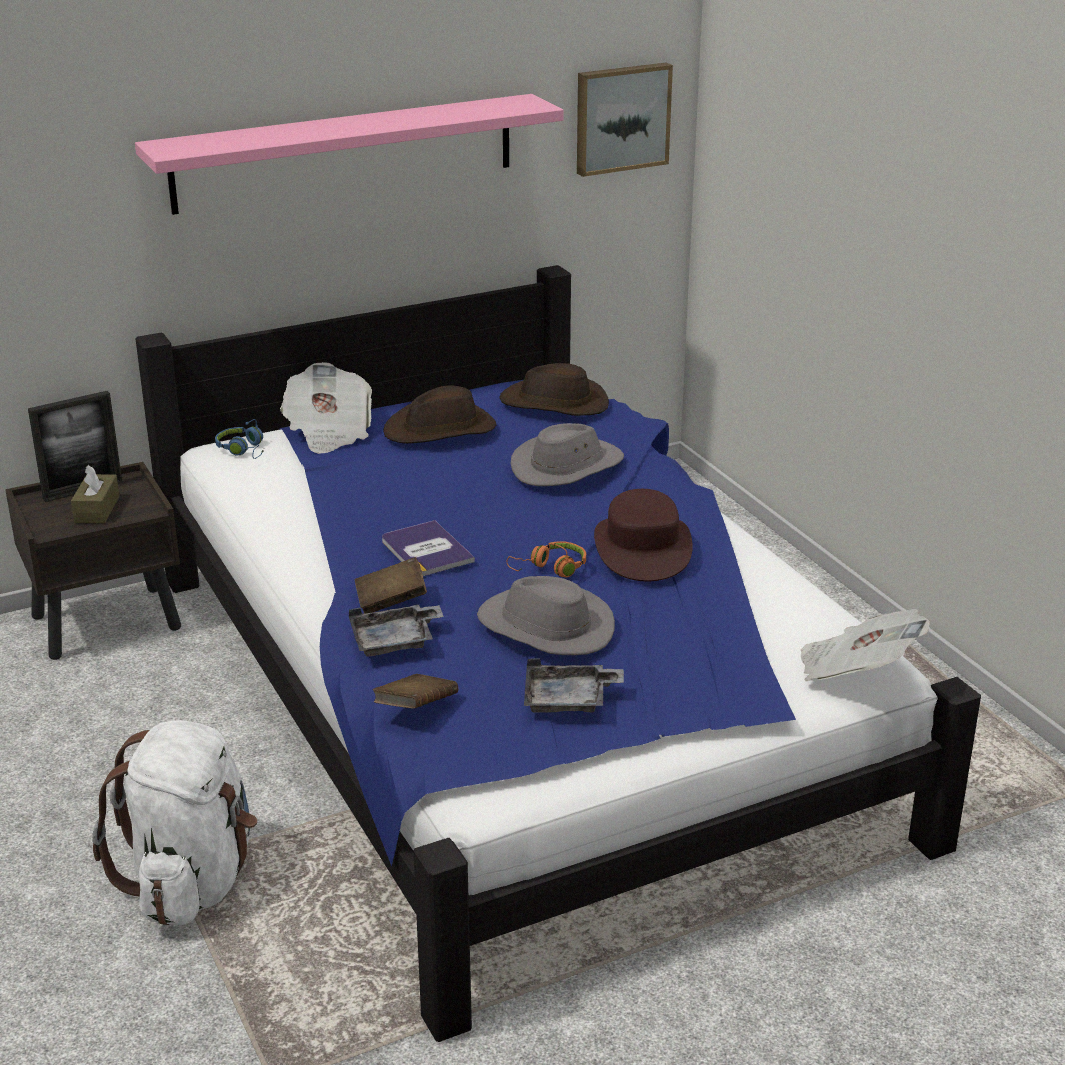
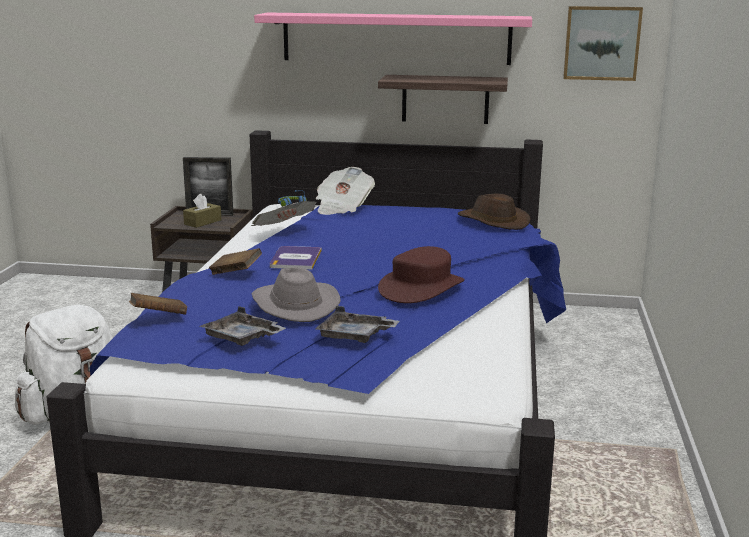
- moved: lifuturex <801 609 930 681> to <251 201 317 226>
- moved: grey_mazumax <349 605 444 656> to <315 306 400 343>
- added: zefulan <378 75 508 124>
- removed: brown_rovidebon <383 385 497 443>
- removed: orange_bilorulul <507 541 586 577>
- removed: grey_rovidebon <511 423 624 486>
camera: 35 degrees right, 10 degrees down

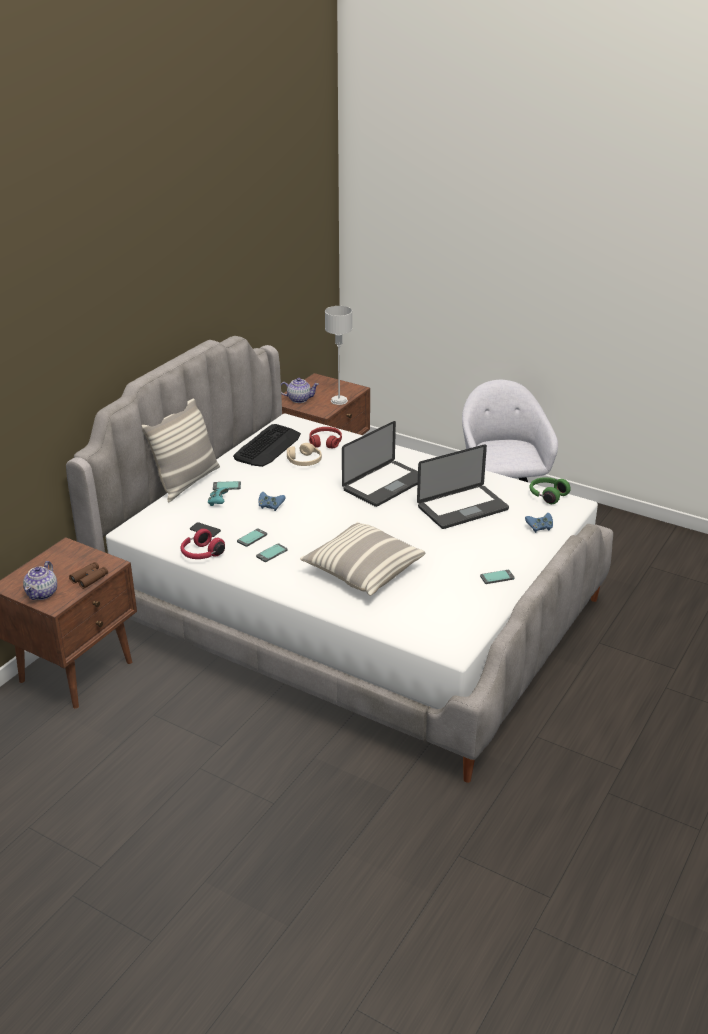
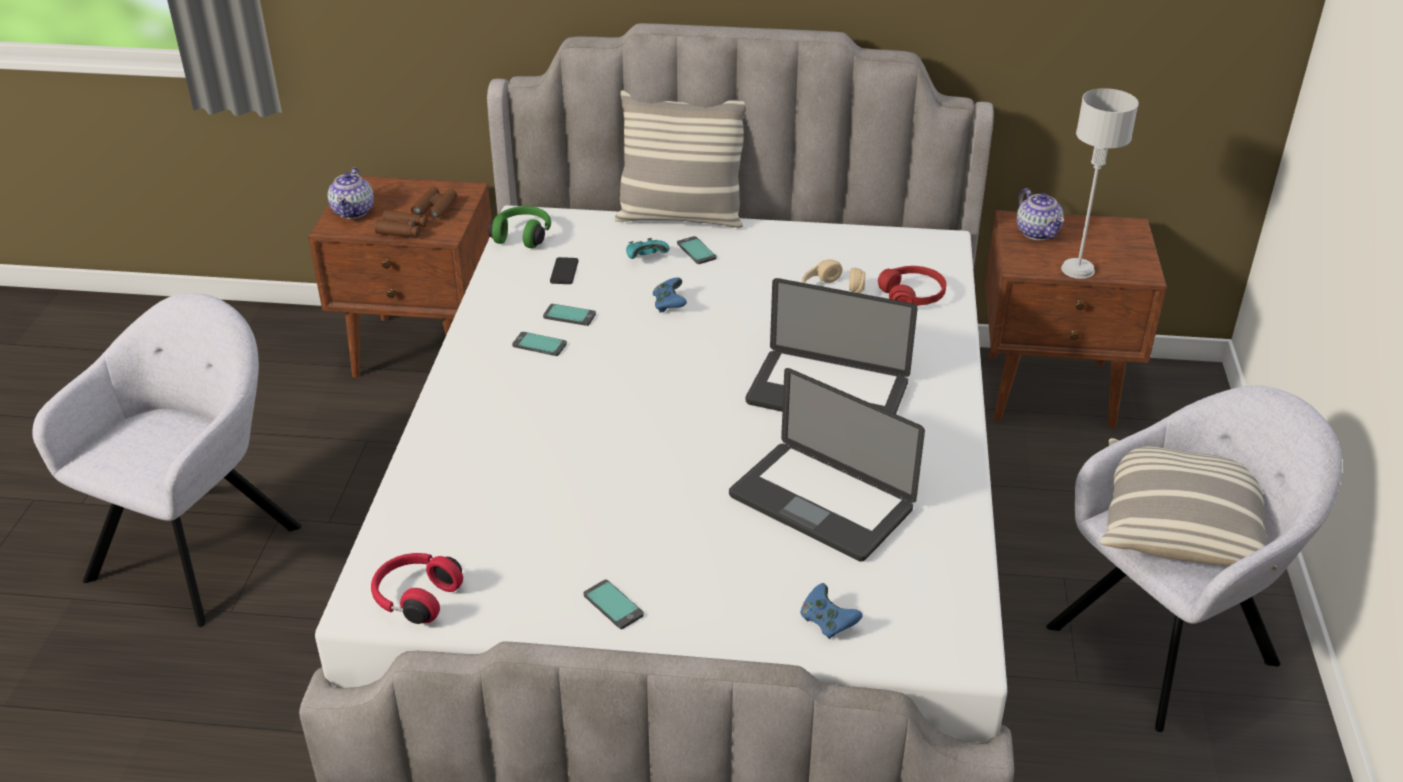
- added: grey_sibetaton <32 293 302 627>
- turned: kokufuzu <23 561 57 600> = <328 167 374 219> 75 degrees counterclockwise
- moved: red_bilorulul <180 529 225 559> to <371 553 463 624>
- added: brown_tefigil <411 187 457 220>
- moved: green_bilorulul <529 477 571 504> to <488 206 551 248>
- moved: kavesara <300 522 425 596> to <1100 438 1277 572>
- removed: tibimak <233 424 301 467>
camera: 65 degrees right, 5 degrees up

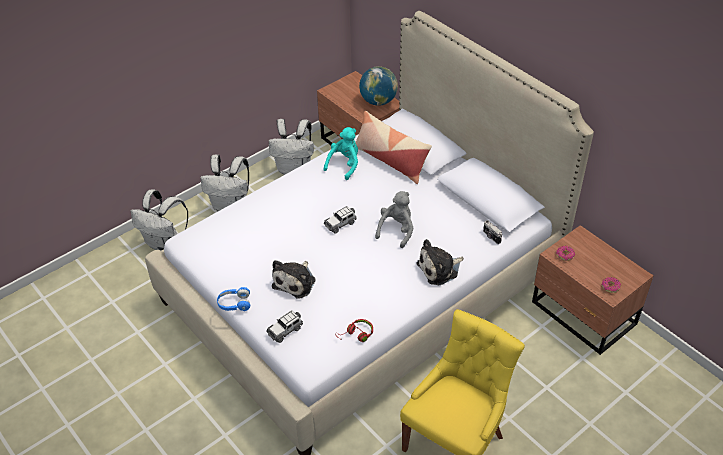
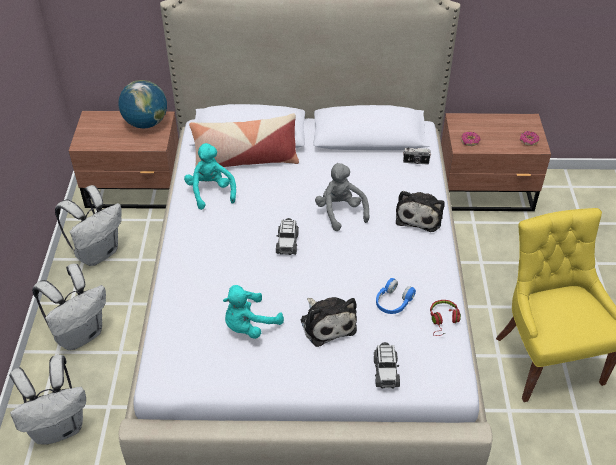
- added: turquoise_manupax <223 285 284 339>
- moved: blue_bilorulul <217 287 250 311> to <376 278 416 314>
camera: 50 degrees left, 0 degrees up

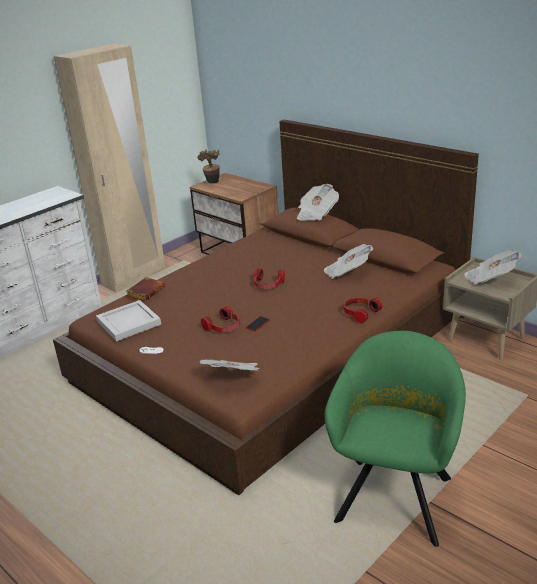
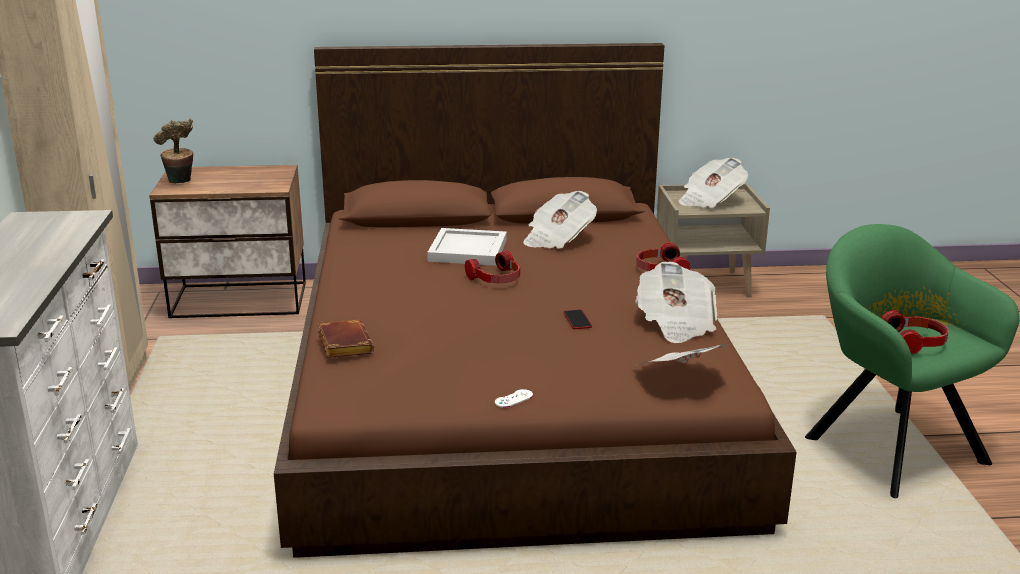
- moved: white_mazumax <96 300 161 341> to <427 228 507 266>
- moved: lifuturex <297 184 339 221> to <636 261 717 343>
- moved: bilorulul <201 306 240 333> to <882 309 949 355>
camera: 50 degrees left, 5 degrees down

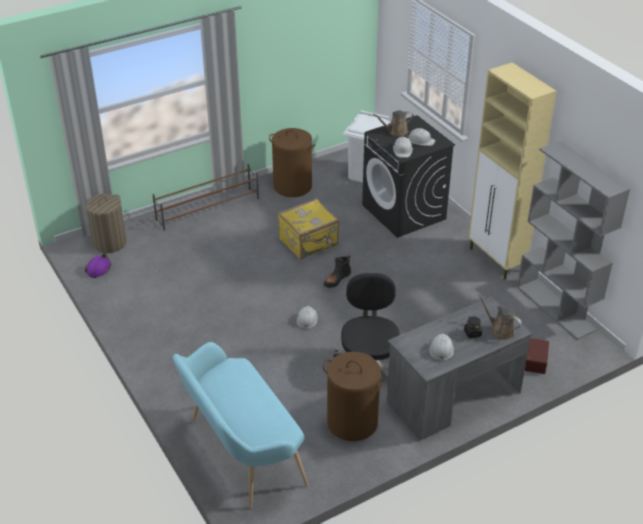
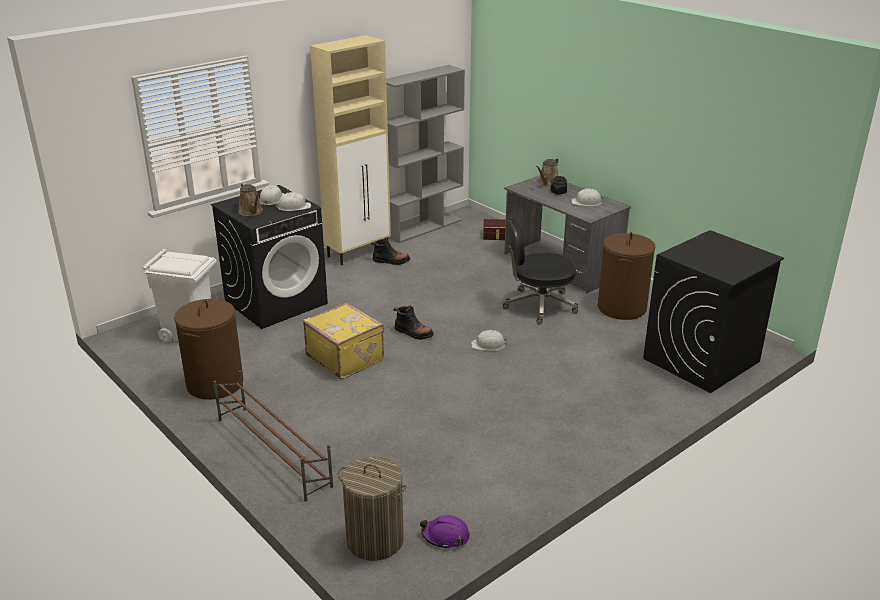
- added: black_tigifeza <371 238 410 265>
- replaced: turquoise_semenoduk <173 342 308 508> to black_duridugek <643 230 784 393>
camera: 100 degrees left, 10 degrees down

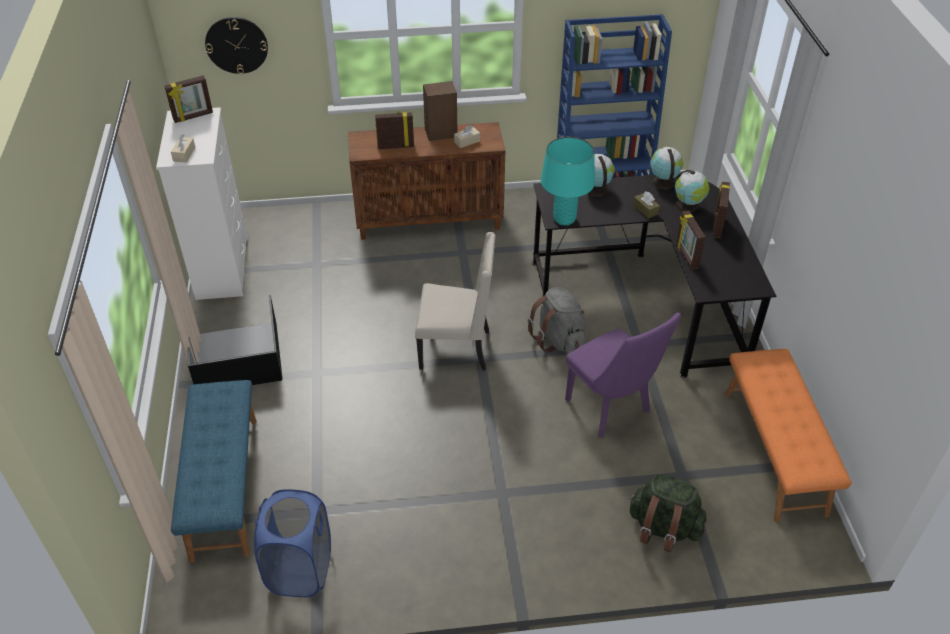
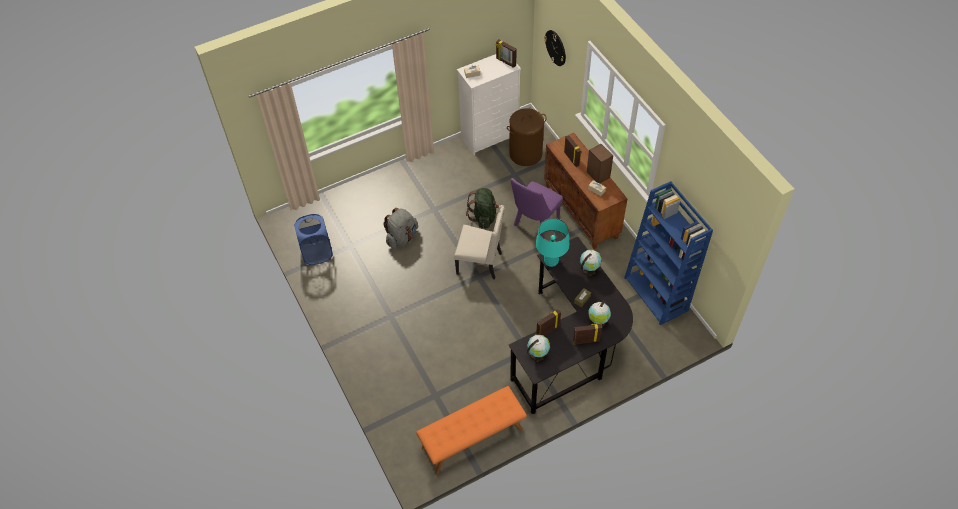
- moved: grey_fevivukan <528 287 585 355> to <383 208 418 248>
- turned: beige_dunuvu <415 232 496 371> = <454 205 505 279> 60 degrees counterclockwise
- moved: green_fevivukan <629 474 706 552> to <466 188 499 229>
- added: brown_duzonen <507 108 547 166>
- moved: purple_dunuvu <565 312 681 438> to <511 178 563 238>
- moved: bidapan <650 147 683 190> to <527 335 550 362>
- removed: blue_semenoduk <171 380 257 563>
- removed: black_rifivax <188 294 283 385>
camera: 70 degrees right, 10 degrees up

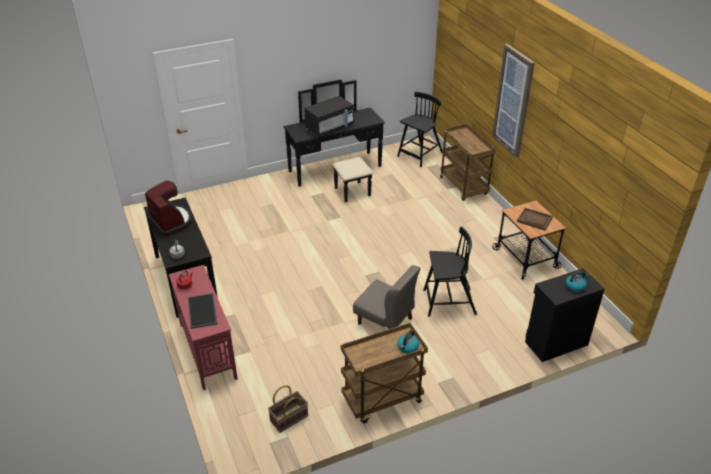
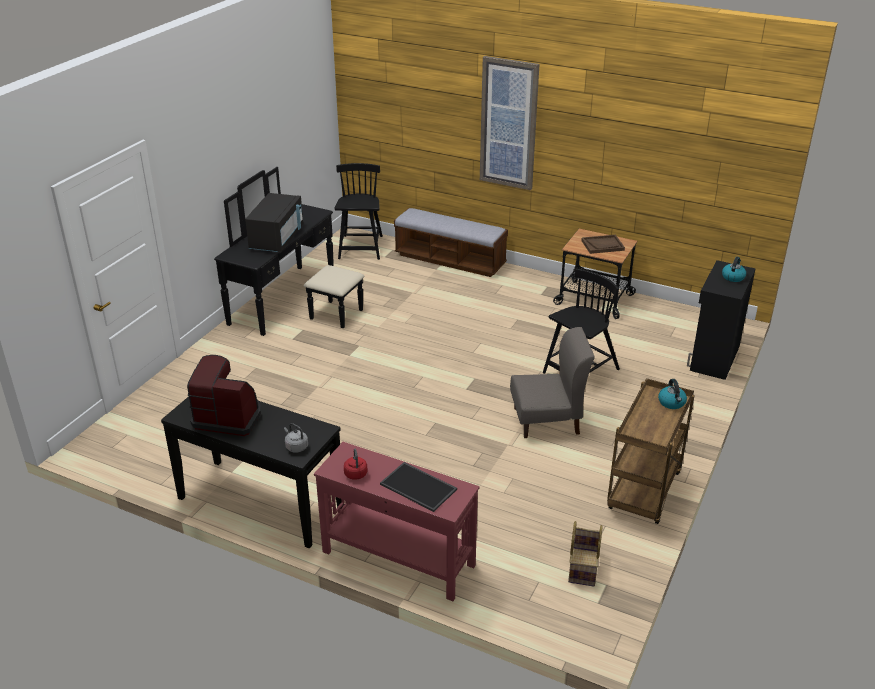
- replaced: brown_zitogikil <440 124 496 201> to semenoduk <394 208 508 277>
camera: 40 degrees left, 5 degrees down

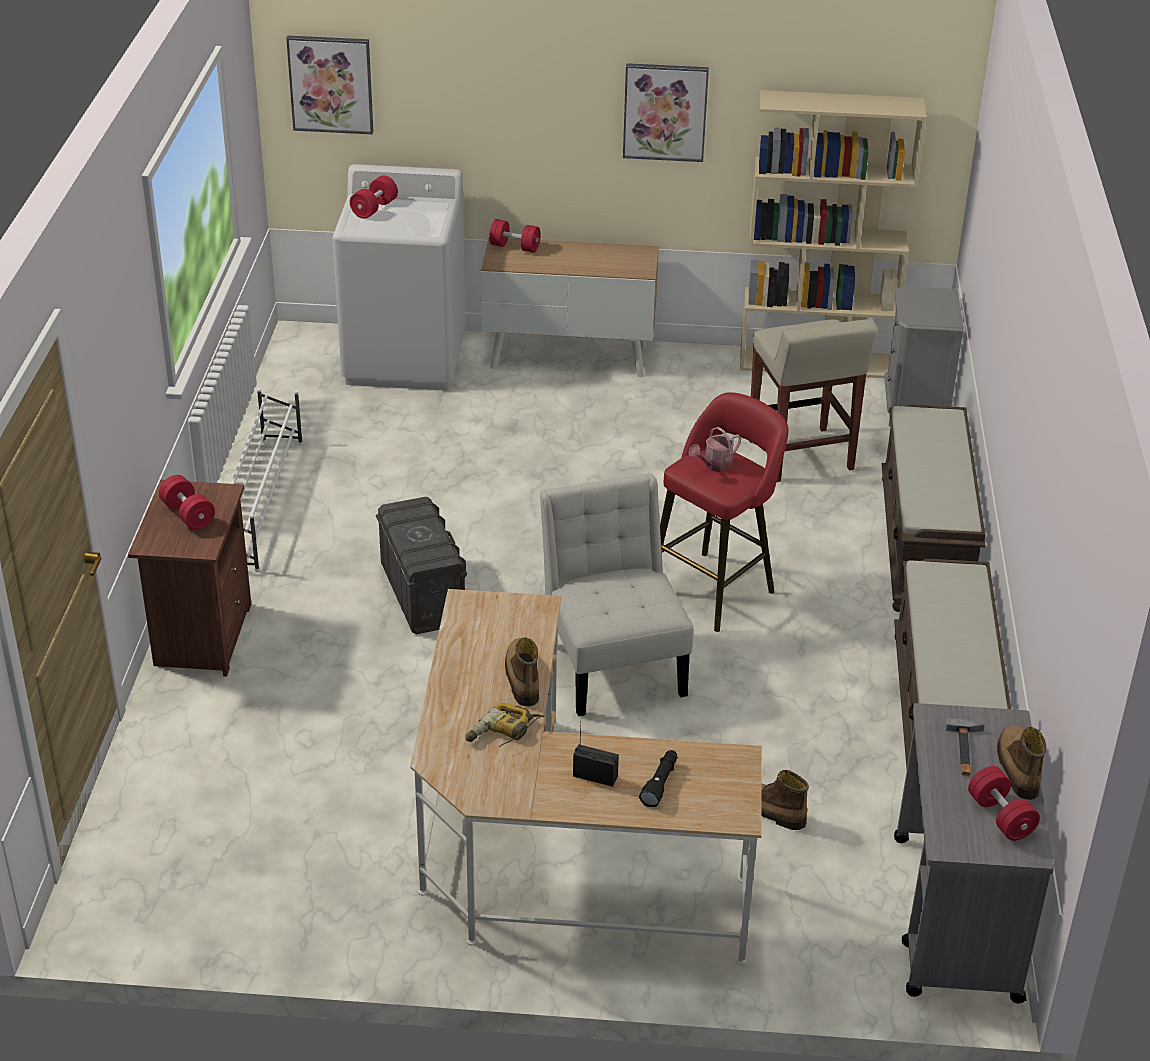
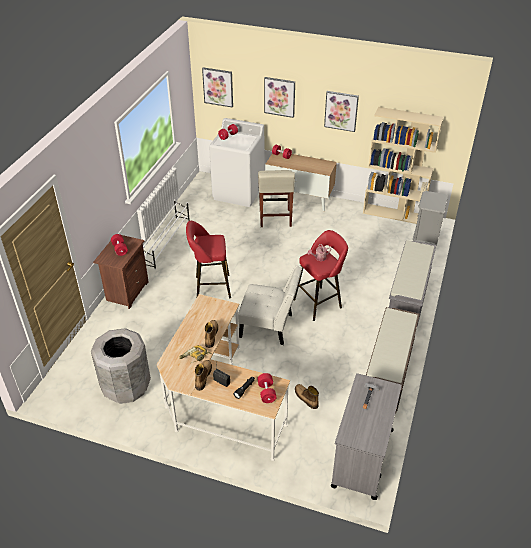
- added: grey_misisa <91 328 151 404>
- replaced: grey_rifivax <376 496 467 634> to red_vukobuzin <186 221 231 299>
- moved: tigifeza <997 725 1046 800> to <195 360 212 391>
- turned: white_dunuvu <540 473 693 717> = <238 265 302 345> 105 degrees clockwise
- moved: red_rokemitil <968 766 1040 841> to <257 373 277 403>
- moved: beige_vukobuzin <749 319 878 482> to <258 170 295 227>
- added: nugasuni <264 77 295 118>
- recoloured: brown_semenoduk <882 405 986 612> to grey_semenoduk <389 241 436 329>
camera: 15 degrees right, 5 degrees up

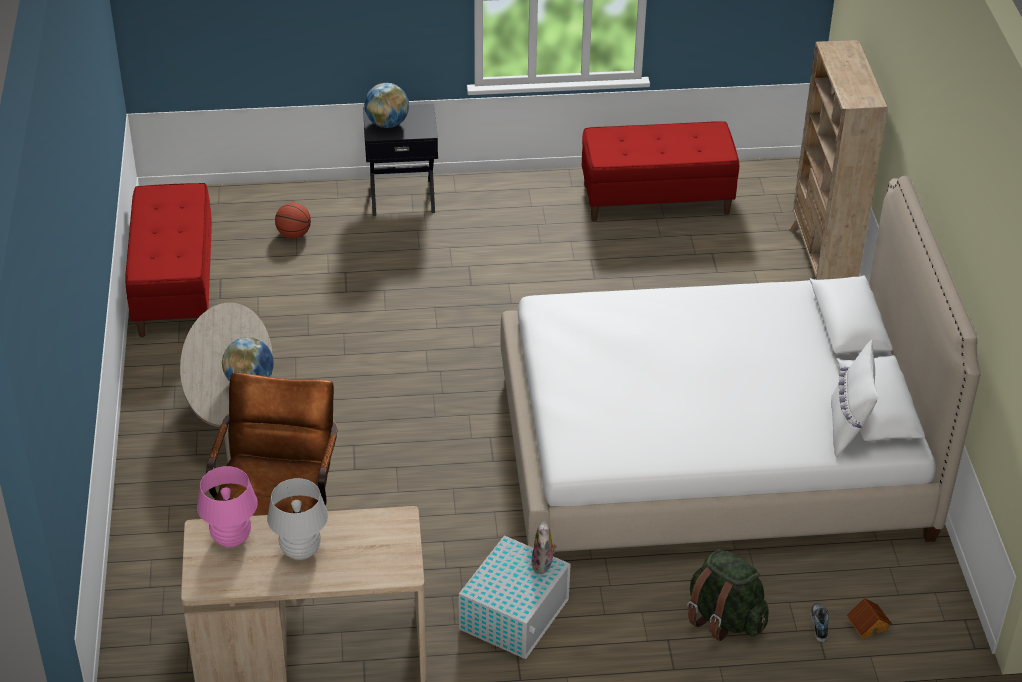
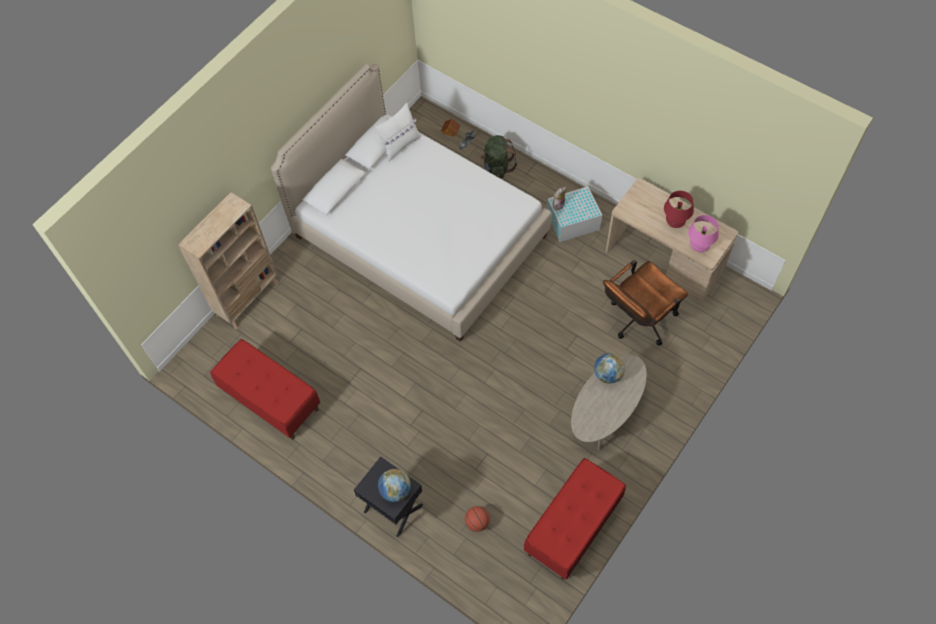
- recoloured: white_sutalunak <267 478 328 560> to red_sutalunak <664 191 694 228>
camera: 135 degrees left, 20 degrees up

